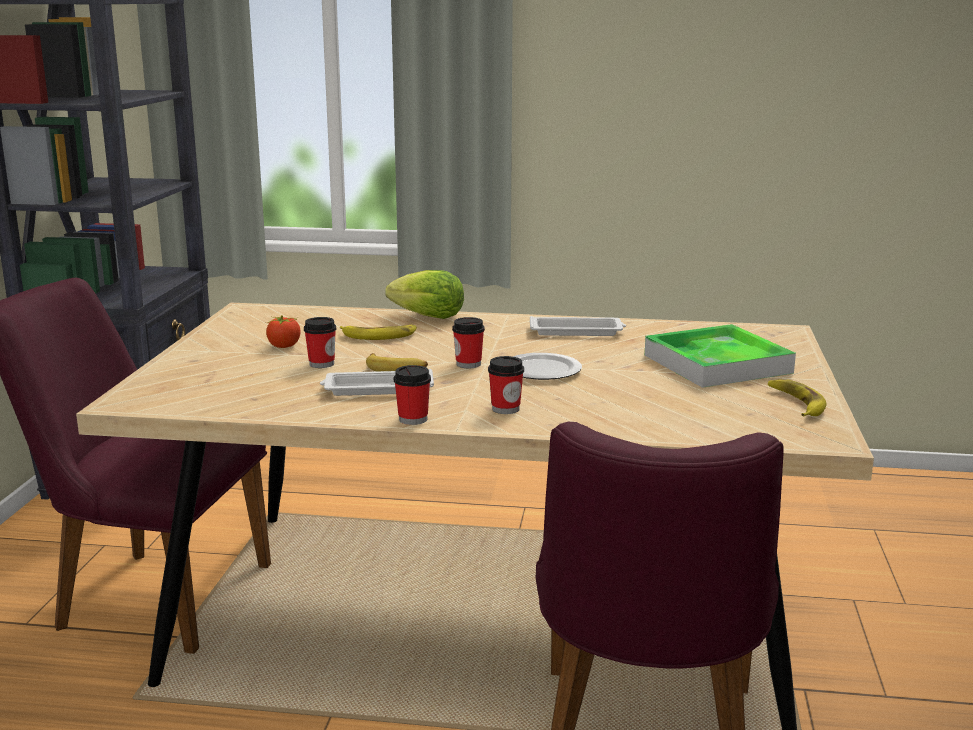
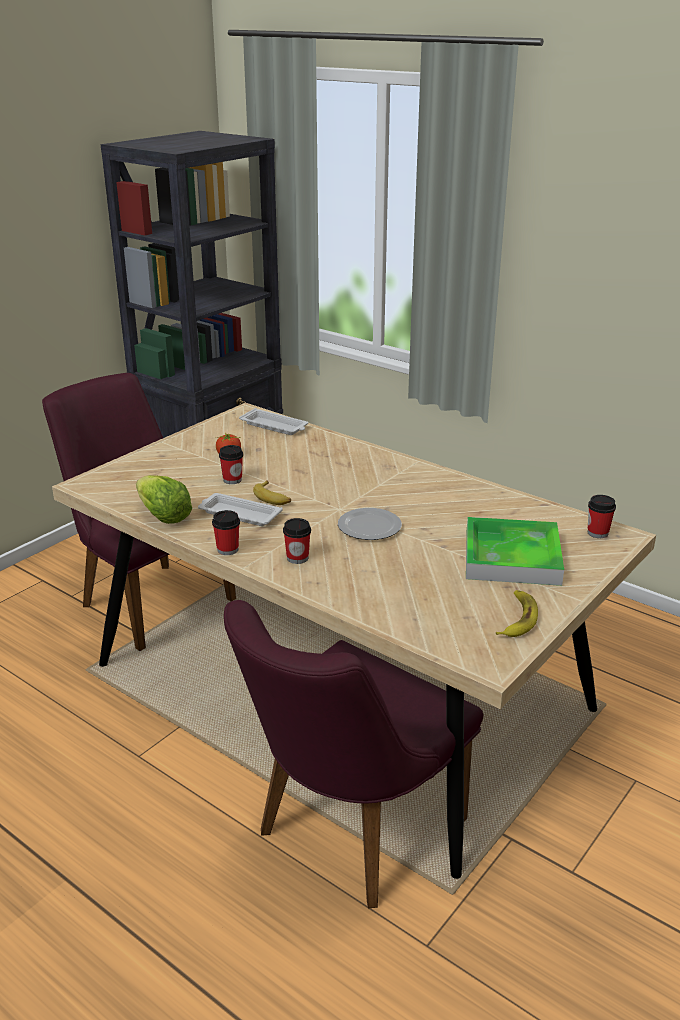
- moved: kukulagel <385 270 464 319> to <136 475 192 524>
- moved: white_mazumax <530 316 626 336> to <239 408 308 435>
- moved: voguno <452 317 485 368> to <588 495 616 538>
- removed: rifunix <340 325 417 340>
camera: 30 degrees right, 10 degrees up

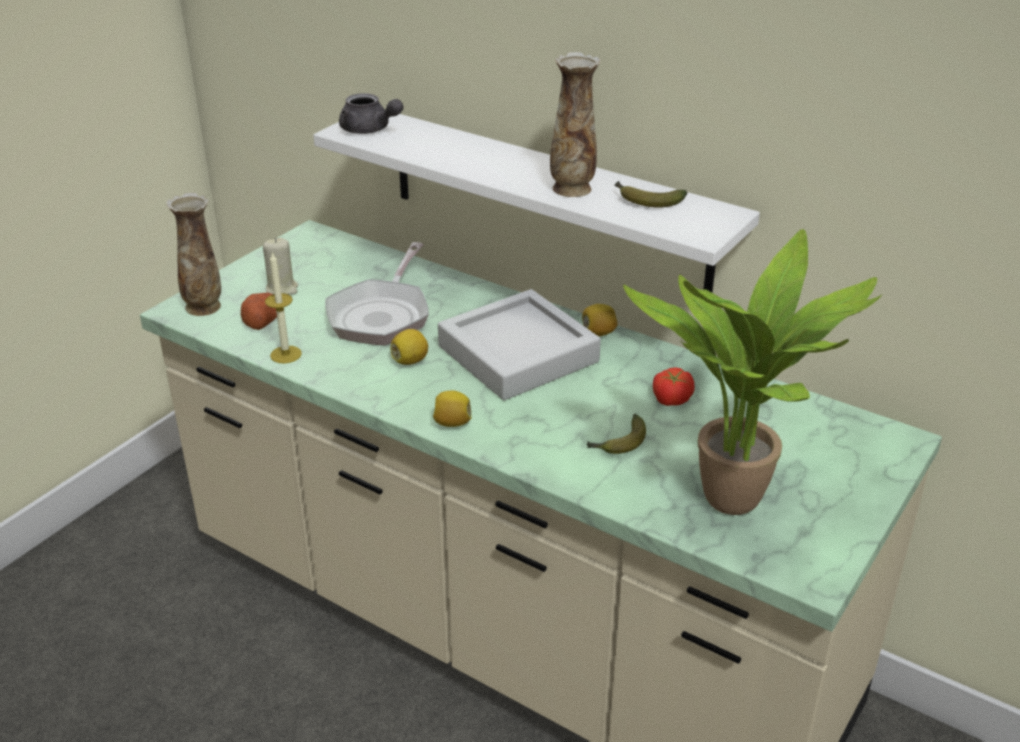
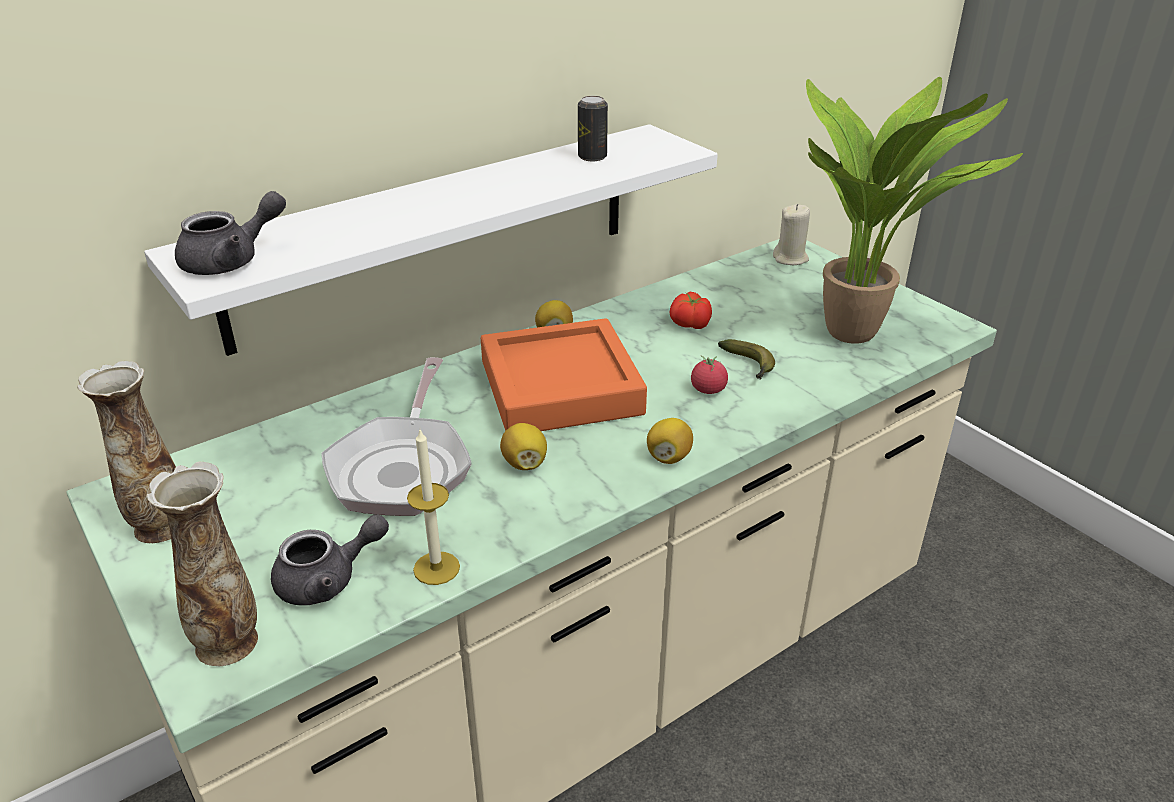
- moved: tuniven <550 52 601 197> to <77 361 176 543>
- replaced: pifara <241 293 277 330> to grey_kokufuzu <271 514 389 605>
- turned: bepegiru <325 242 429 345> = <321 357 472 516> 60 degrees clockwise
- recoloured: grey_mazumax <438 289 601 400> to orange_mazumax <481 318 647 431>
- replaced: rifunix <614 181 687 208> to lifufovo <578 96 608 161>
- added: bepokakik <691 356 728 394>
- moved: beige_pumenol <263 238 298 294> to <773 204 810 265>
camera: 70 degrees left, 0 degrees up

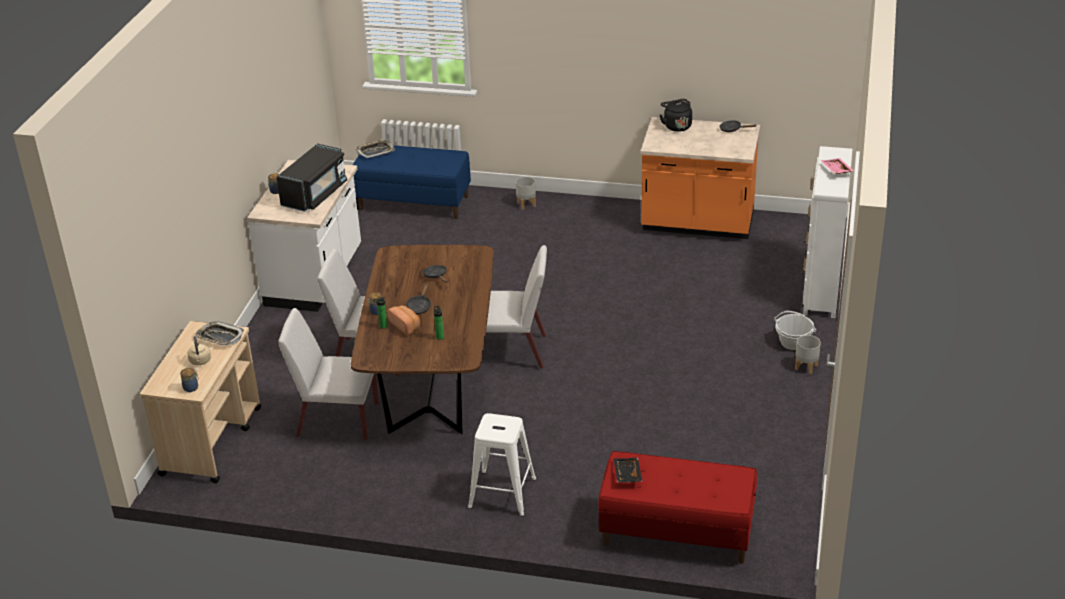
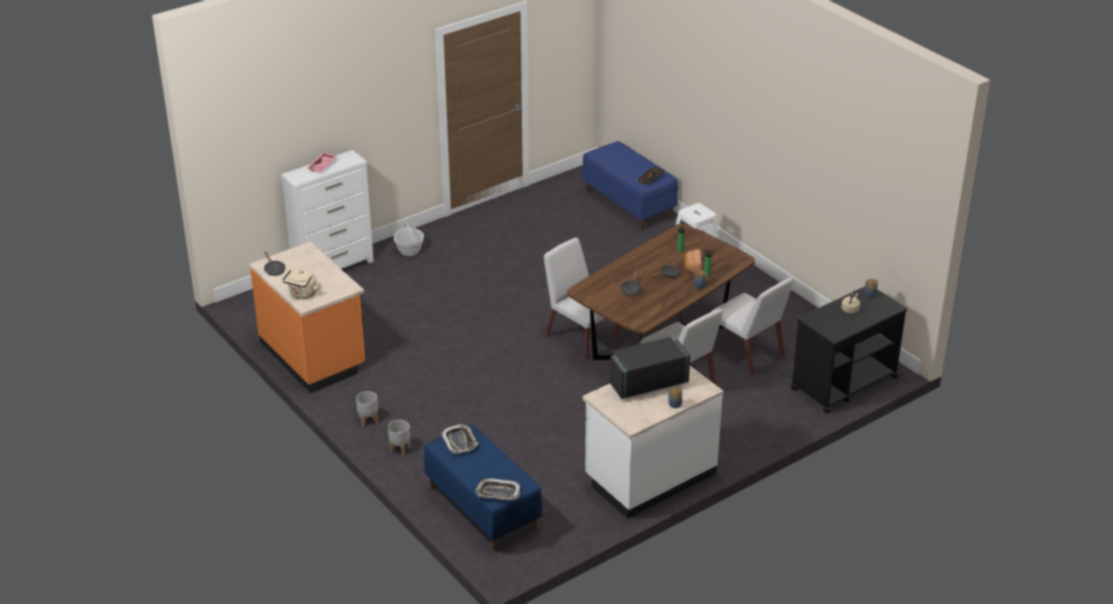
- recoloured: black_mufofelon <660 99 692 132> to beige_mufofelon <283 268 320 299>
- moved: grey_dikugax <795 335 821 374> to <356 391 378 426>
- moved: mazumax <195 321 244 345> to <441 424 479 454>
- recoloured: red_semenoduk <598 451 757 564> to blue_semenoduk <582 141 678 231>
- recoloured: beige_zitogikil <140 321 262 483> to black_zitogikil <791 287 907 414>
camera: 140 degrees left, 0 degrees up

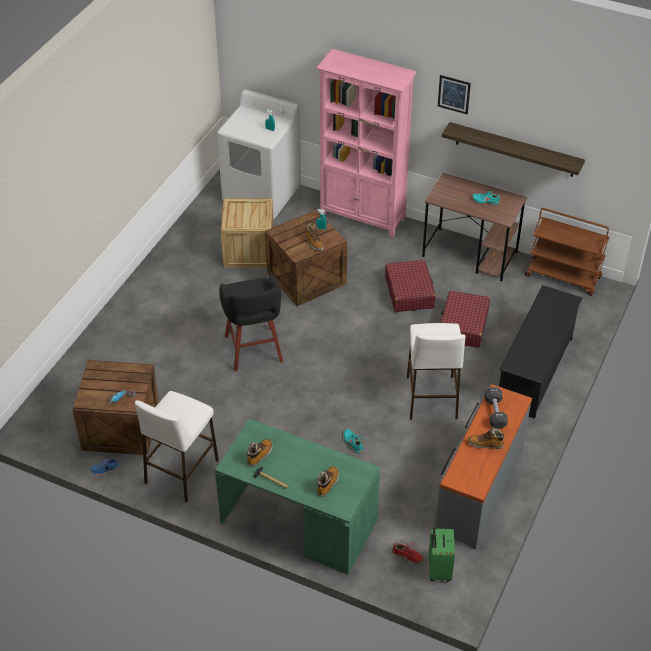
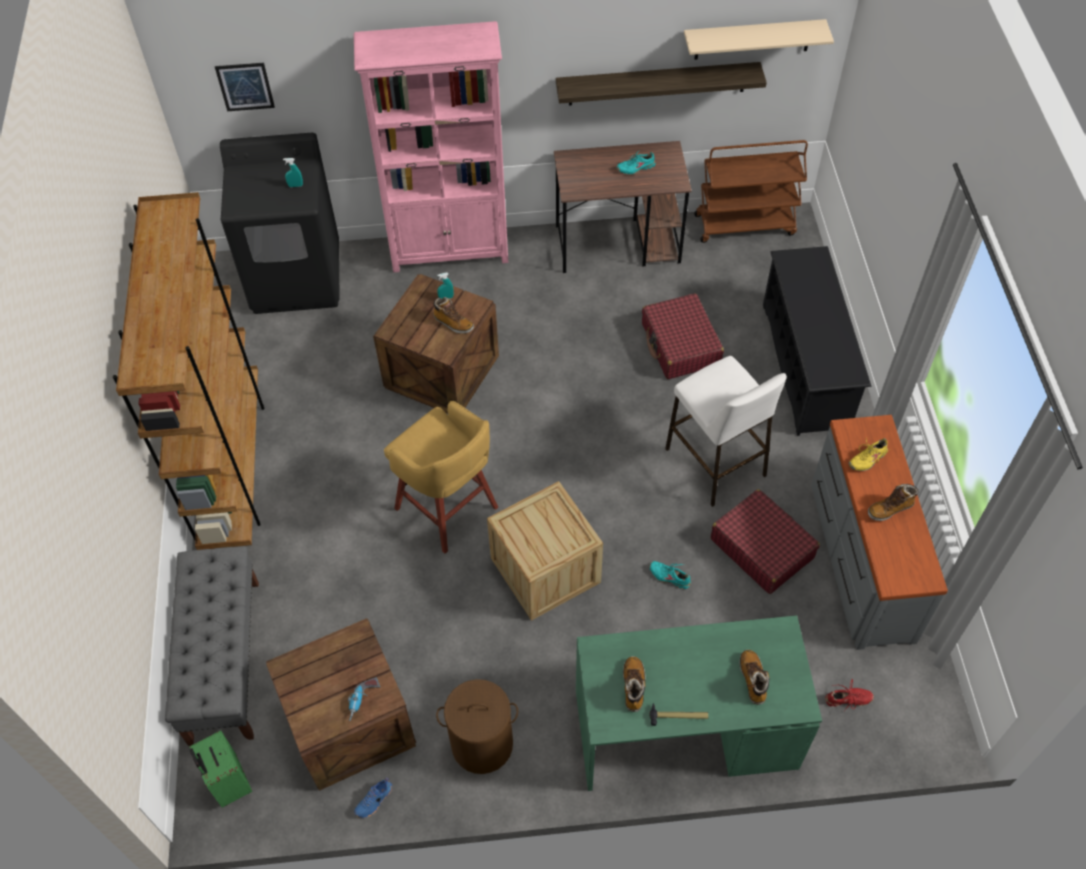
- added: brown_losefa <113 192 265 550>
- added: grey_semenoduk <165 546 259 746>
- moved: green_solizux <429 527 455 581> to <189 730 252 808>
- moved: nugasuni <438 75 471 114> to <215 63 275 111>
- recoloured: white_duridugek <217 89 301 219> to black_duridugek <220 133 340 314>
- recoloured: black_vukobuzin <219 275 283 371> to yellow_vukobuzin <384 401 498 554>
- replaced: white_vukobuzin <135 391 219 503> to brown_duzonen <436 679 518 774>
- moved: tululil <221 198 274 268> to <487 481 603 621>
- added: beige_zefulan <684 19 834 60>
- moved: red_solizux <385 260 436 312> to <711 489 820 594>
- replaced: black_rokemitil <484 387 508 429> to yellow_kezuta <849 437 890 471>
camera: 30 degrees left, 10 degrees up

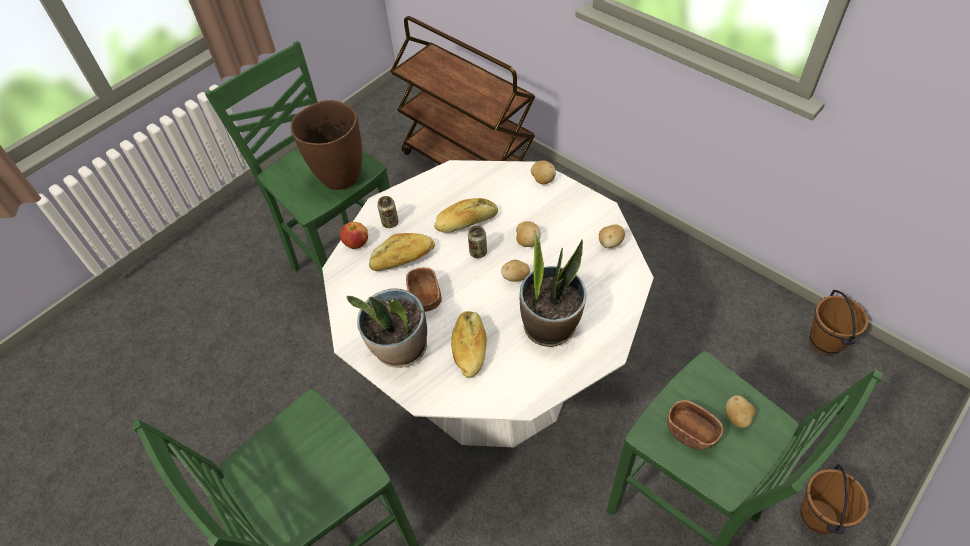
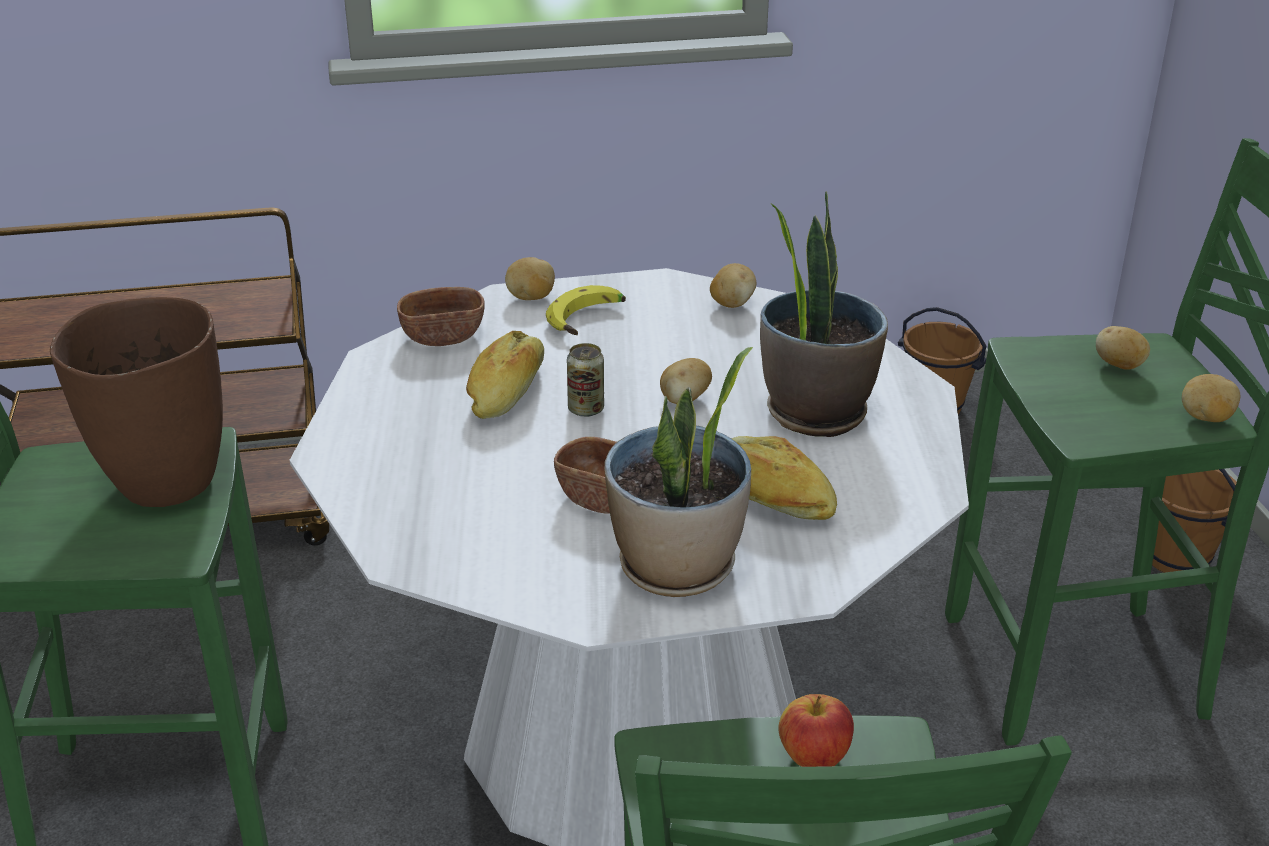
- moved: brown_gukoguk <667 400 723 450> to <397 287 485 346>
- added: rifunix <546 285 626 335>
- moved: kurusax <340 222 368 249> to <779 694 854 767>
- moved: pifara <516 221 541 247> to <1182 374 1240 422>
- removed: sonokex <369 233 435 271>
- removed: lifufovo <377 196 399 228>
camera: 55 degrees left, 20 degrees down

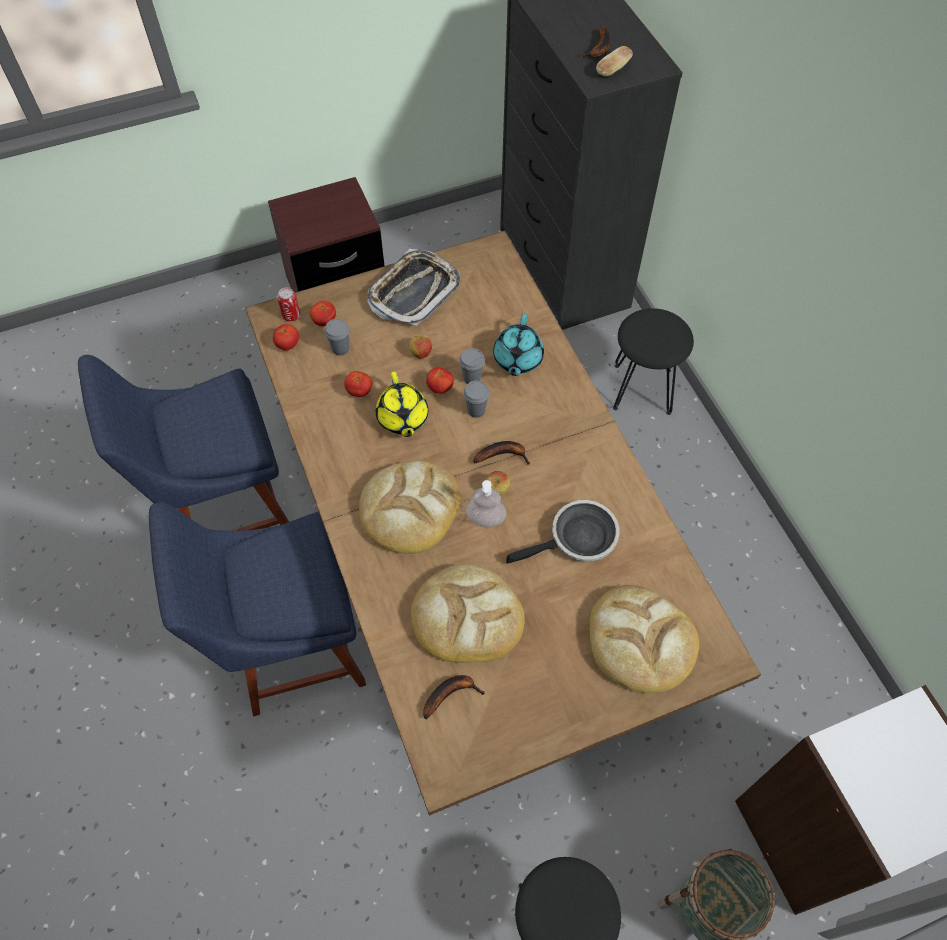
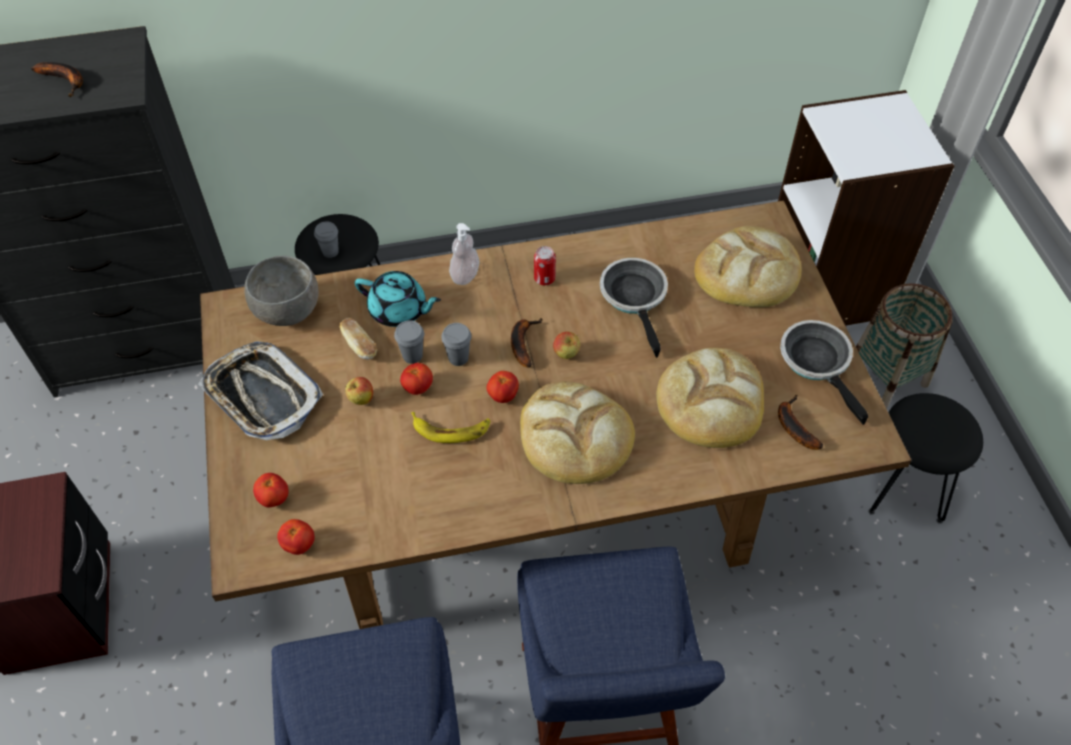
- added: grey_gukoguk <244 256 319 326>
- moved: grey_voguno <324 319 350 356> to <314 221 339 258>
- moved: sonokex <596 46 633 76> to <340 318 377 360>
- replaced: yellow_kokufuzu <376 372 428 437> to rifunix <411 412 491 443>
- moved: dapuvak <466 480 506 527> to <449 223 479 285>
- moved: bepokakik <344 371 372 397> to <487 371 519 403>
- moved: lifufovo <277 287 300 322> to <534 246 556 285>
- added: bepegiru <780 320 868 425>
camera: 80 degrees left, 5 degrees down

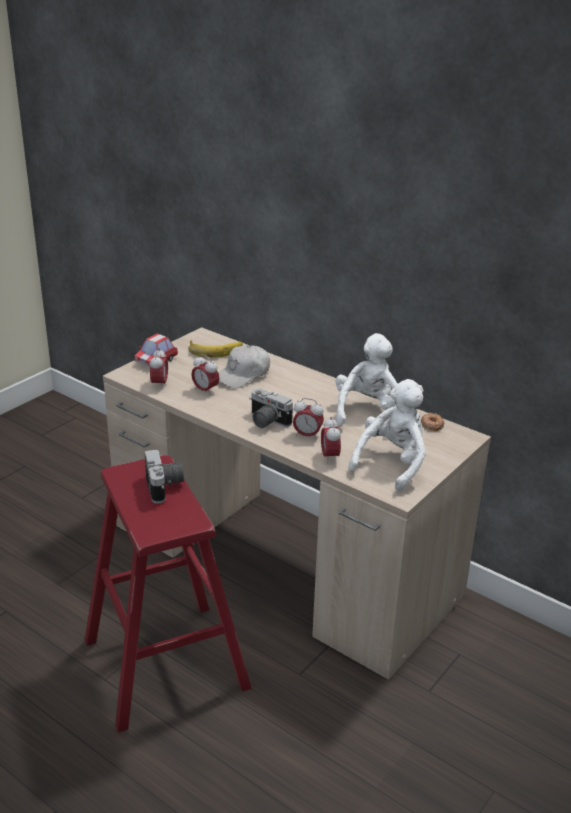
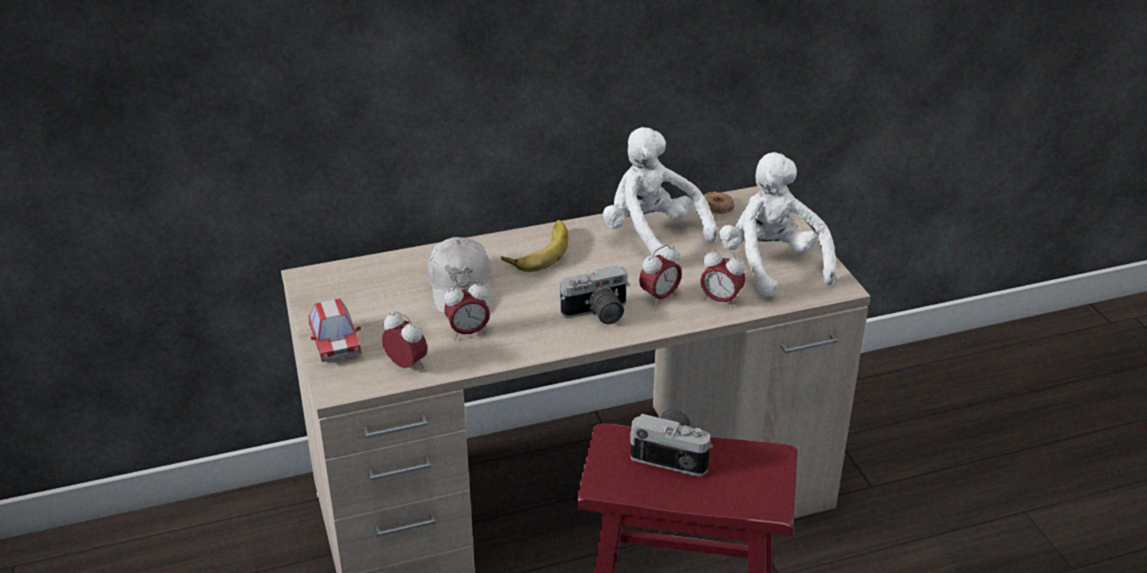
- moved: rifunix <189 340 243 358> to <501 220 568 272>
camera: 55 degrees left, 5 degrees up

